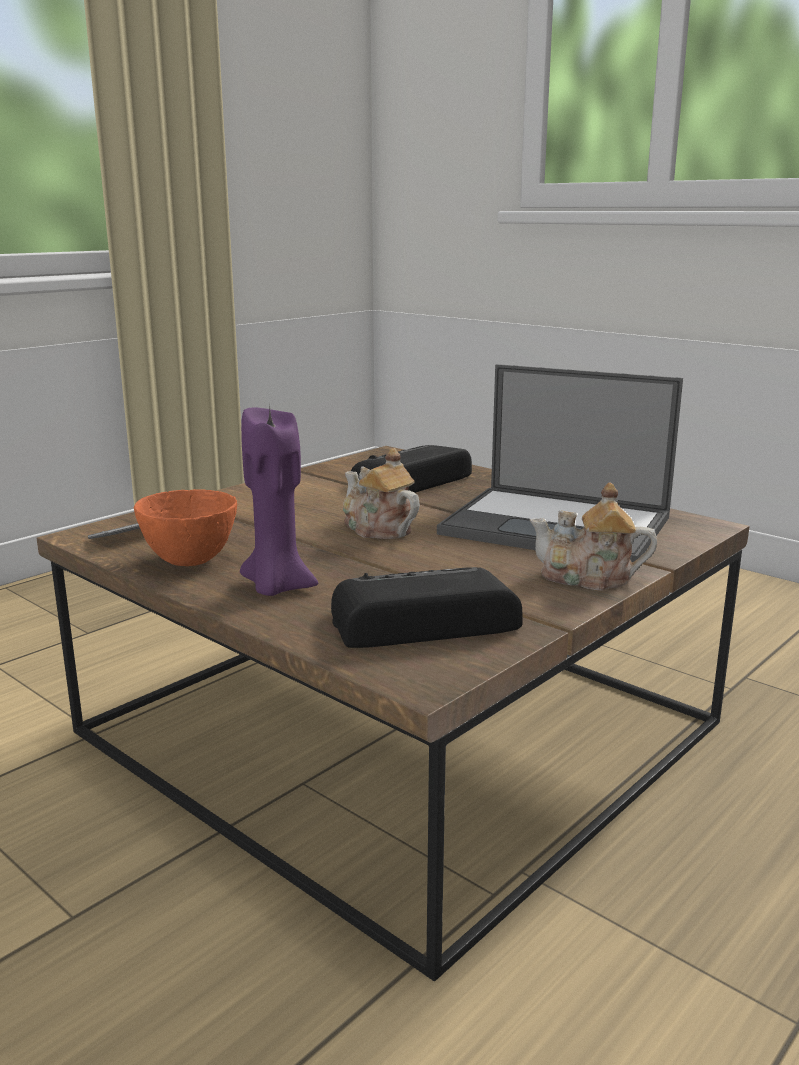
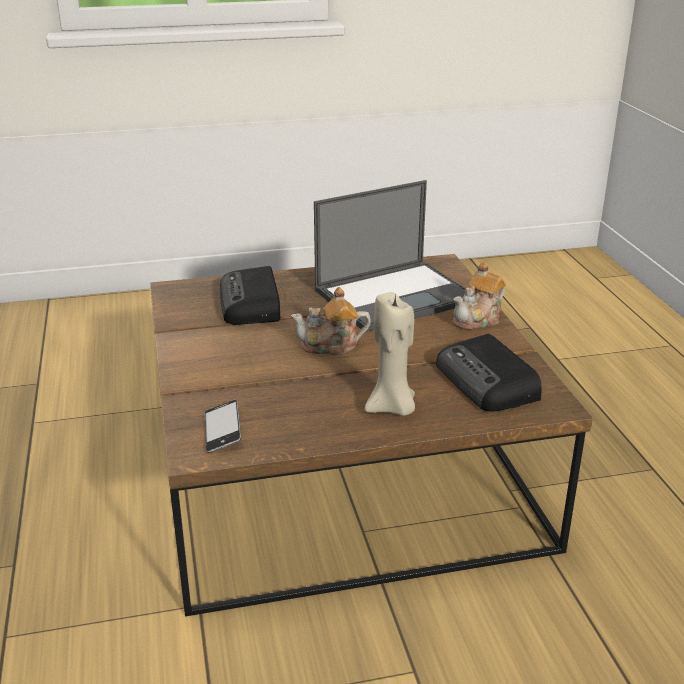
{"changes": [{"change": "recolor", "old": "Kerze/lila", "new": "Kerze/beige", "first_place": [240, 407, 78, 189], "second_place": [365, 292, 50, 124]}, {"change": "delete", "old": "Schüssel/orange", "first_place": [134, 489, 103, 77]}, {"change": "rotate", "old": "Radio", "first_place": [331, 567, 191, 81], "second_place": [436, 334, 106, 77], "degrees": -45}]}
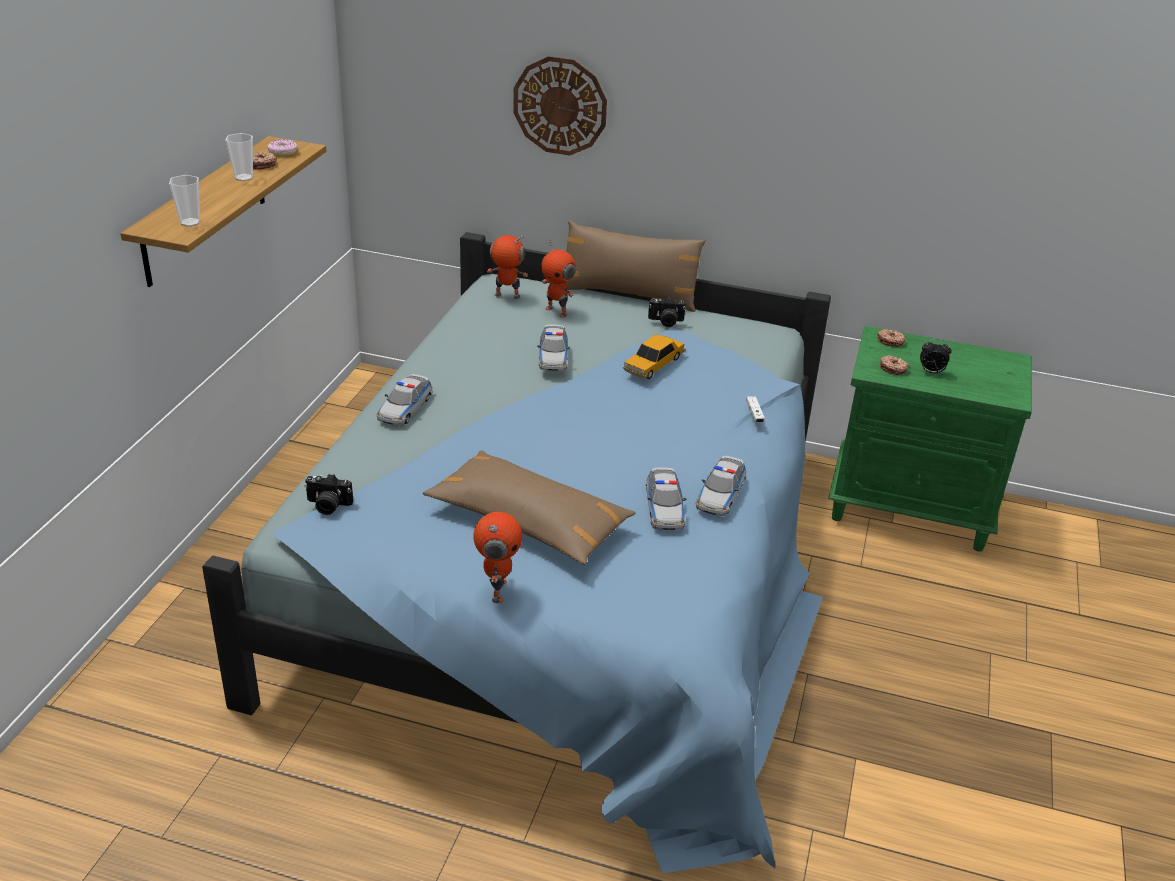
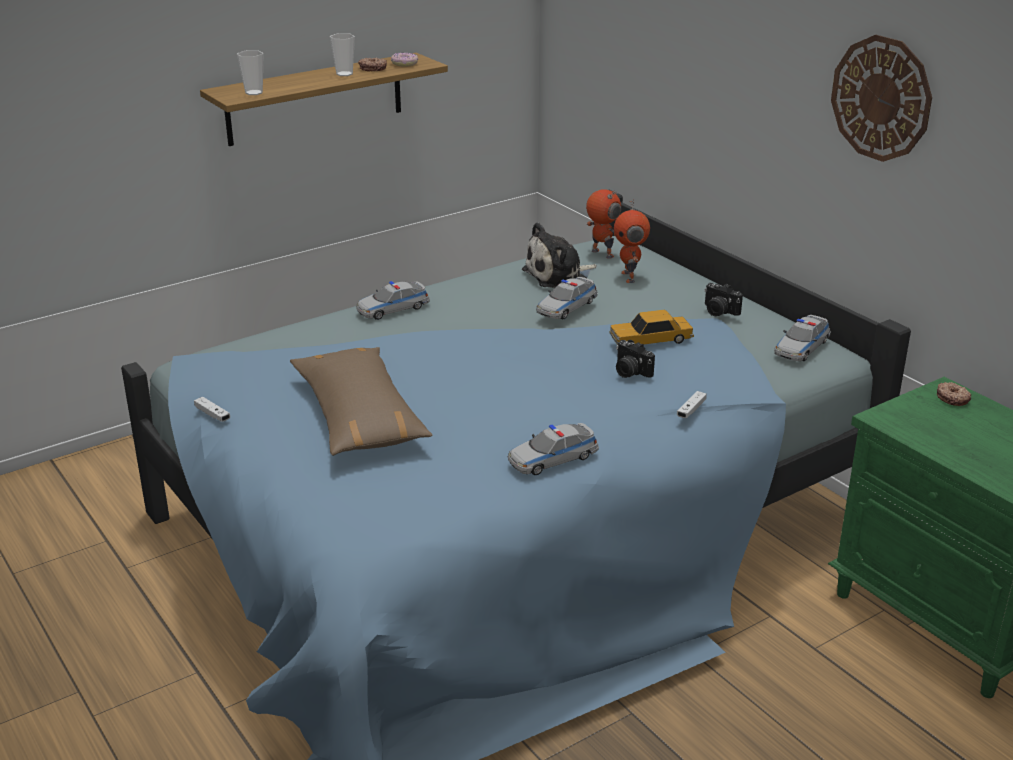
{"changes": [{"change": "move", "old": "Wanduhr", "first_place": [513, 56, 94, 100], "second_place": [831, 35, 101, 127]}, {"change": "delete", "old": "Kissen/braun", "first_place": [565, 220, 141, 92]}, {"change": "delete", "old": "Wecker", "first_place": [920, 339, 31, 36]}, {"change": "delete", "old": "Donut", "first_place": [880, 355, 29, 20]}, {"change": "move", "old": "Spielzeugauto", "first_place": [646, 467, 40, 63], "second_place": [774, 315, 57, 46]}, {"change": "move", "old": "Kamera", "first_place": [304, 474, 49, 41], "second_place": [616, 340, 39, 38]}, {"change": "delete", "old": "Spielzeugroboter", "first_place": [473, 512, 49, 91]}, {"change": "insert", "new": "Plüschtier", "second_place": [522, 222, 75, 66]}, {"change": "insert", "new": "Gamepad/weiß", "second_place": [194, 397, 36, 25]}]}
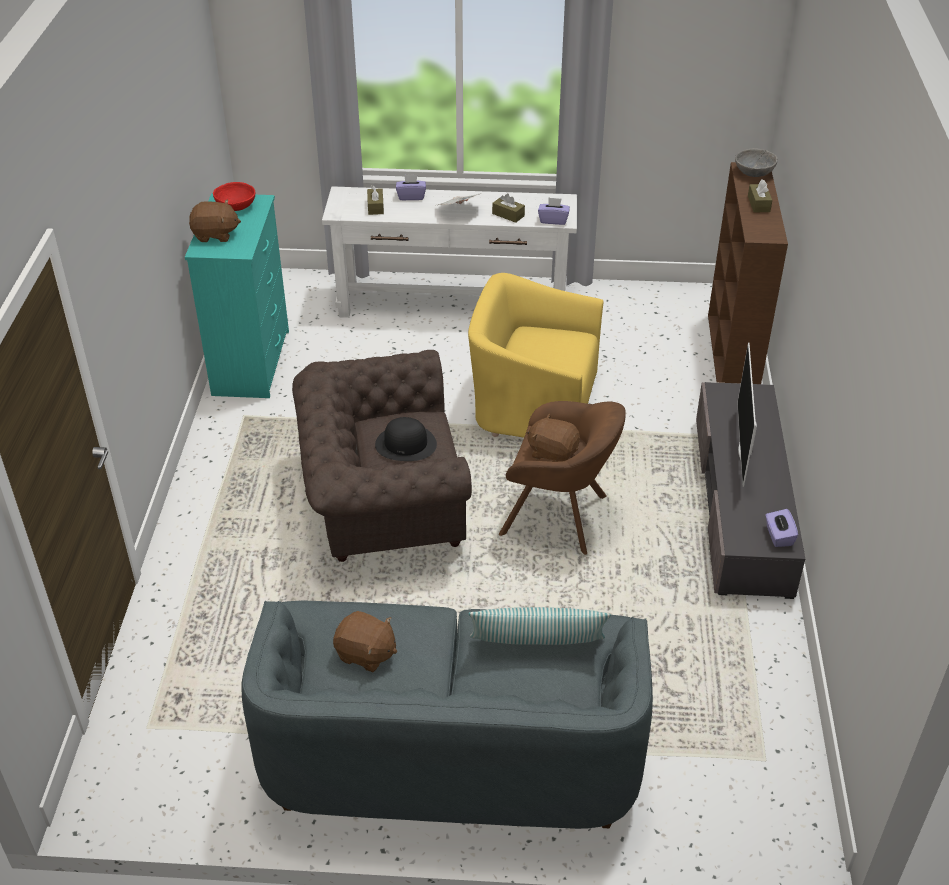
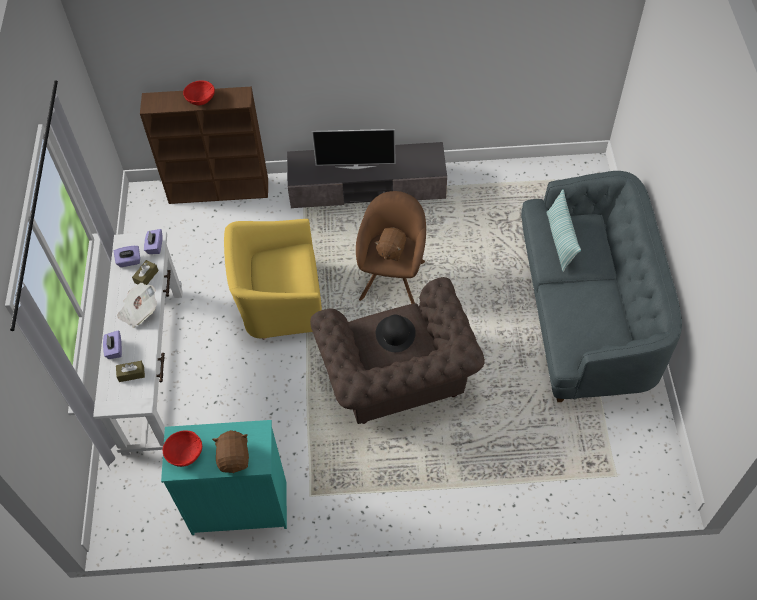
{"changes": [{"change": "delete", "old": "Schüssel/grau", "first_place": [735, 148, 42, 29]}, {"change": "replace", "old": "Taschentuchbox/braun", "new": "Schüssel/rot", "first_place": [748, 179, 24, 33], "second_place": [183, 81, 32, 24]}, {"change": "rotate", "old": "Sessel/gelb", "first_place": [468, 273, 135, 165], "second_place": [224, 219, 98, 121], "degrees": 75}, {"change": "move", "old": "Taschentuchbox/lila", "first_place": [766, 509, 32, 38], "second_place": [114, 246, 26, 21]}, {"change": "delete", "old": "Plüschtier/braun", "first_place": [333, 611, 64, 61]}]}
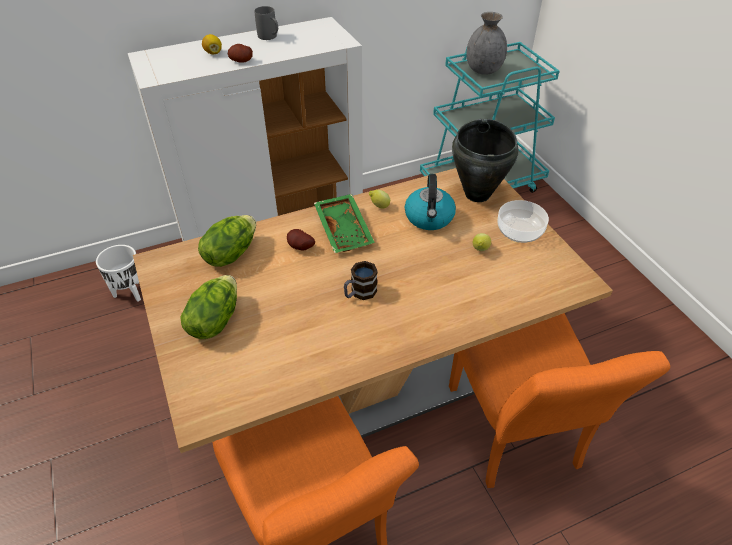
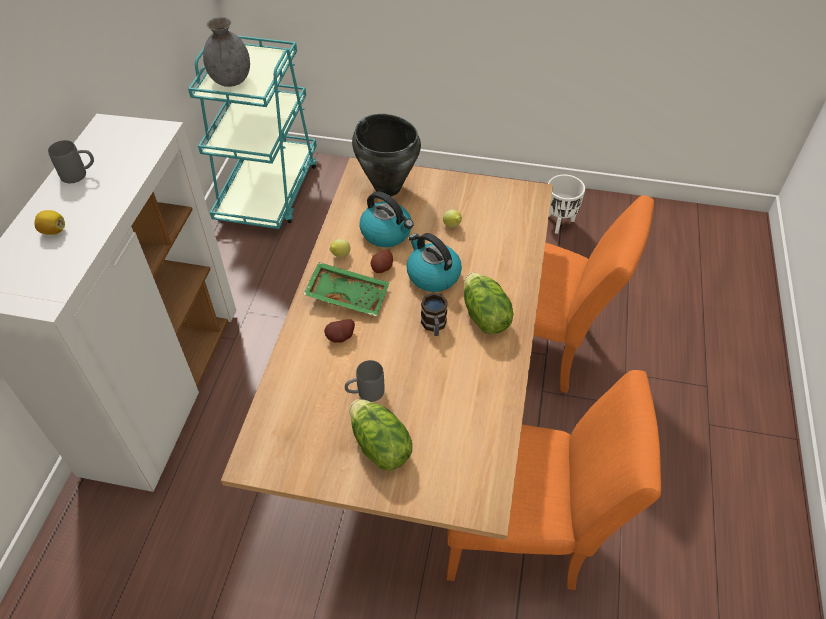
{"changes": [{"change": "move", "old": "Kartoffel", "first_place": [228, 44, 25, 19], "second_place": [371, 250, 22, 23]}, {"change": "delete", "old": "Schüssel", "first_place": [497, 200, 52, 43]}, {"change": "move", "old": "Salatkopf", "first_place": [198, 215, 58, 52], "second_place": [464, 273, 49, 61]}, {"change": "move", "old": "Pflanzkübel/weiß", "first_place": [96, 245, 45, 57], "second_place": [548, 175, 37, 59]}, {"change": "insert", "new": "Wasserkessel", "second_place": [406, 233, 56, 59]}, {"change": "insert", "new": "Henkelbecher/grau", "second_place": [345, 360, 39, 42]}]}
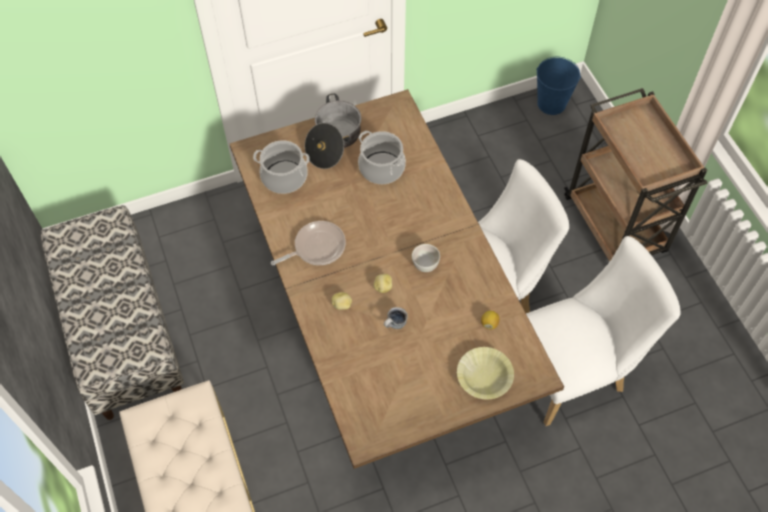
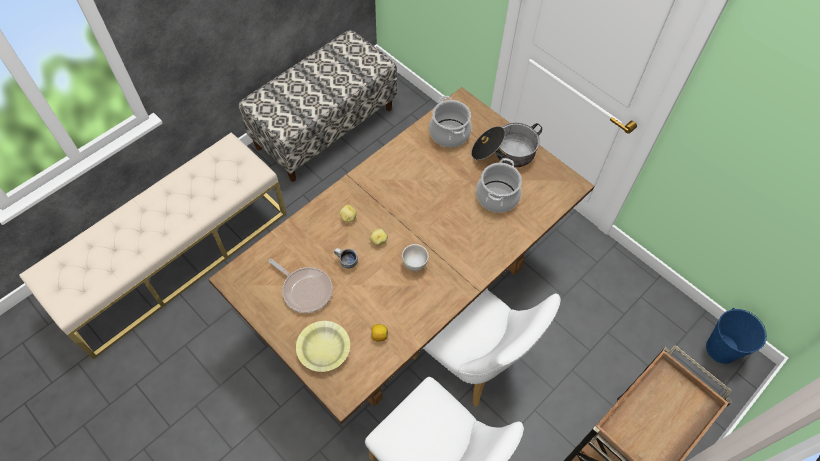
{"changes": [{"change": "move", "old": "Pfanne", "first_place": [271, 221, 75, 44], "second_place": [268, 259, 65, 54]}]}
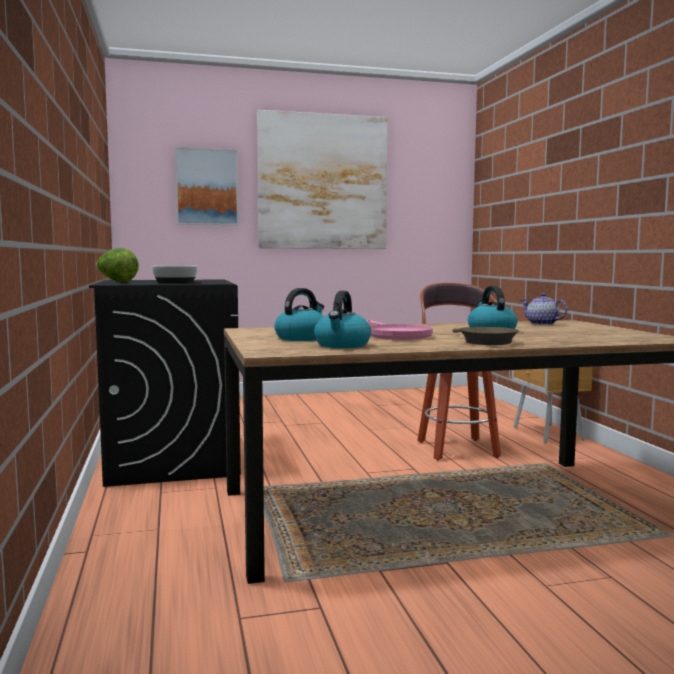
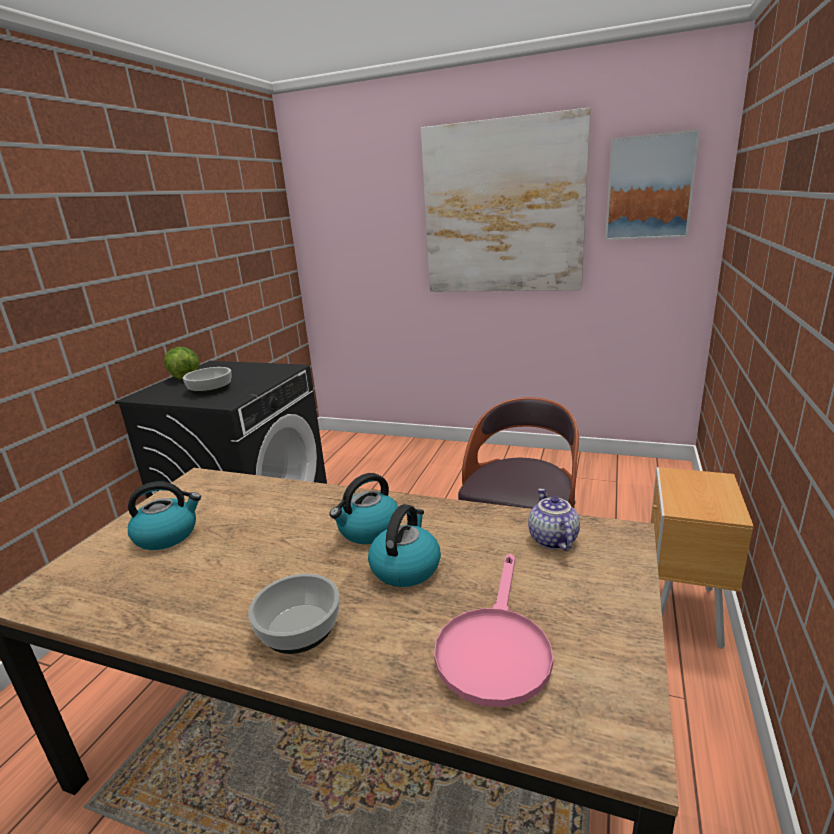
{"changes": [{"change": "move", "old": "Bild", "first_place": [175, 147, 64, 78], "second_place": [605, 130, 95, 110]}, {"change": "move", "old": "Wasserkessel", "first_place": [314, 291, 57, 57], "second_place": [330, 473, 69, 71]}, {"change": "move", "old": "Pfanne/rosa", "first_place": [366, 320, 67, 20], "second_place": [434, 553, 119, 154]}, {"change": "replace", "old": "Pfanne/braun", "new": "Schüssel", "first_place": [453, 327, 66, 18], "second_place": [248, 574, 92, 80]}]}
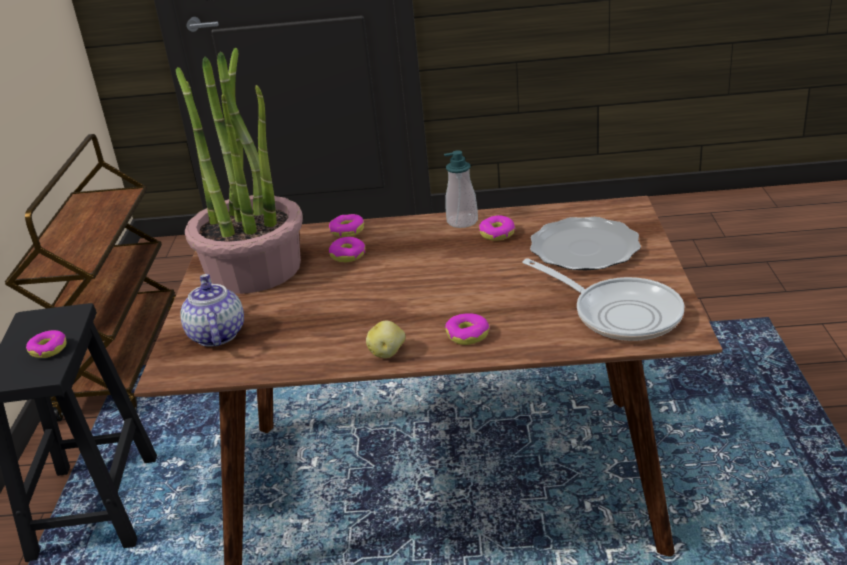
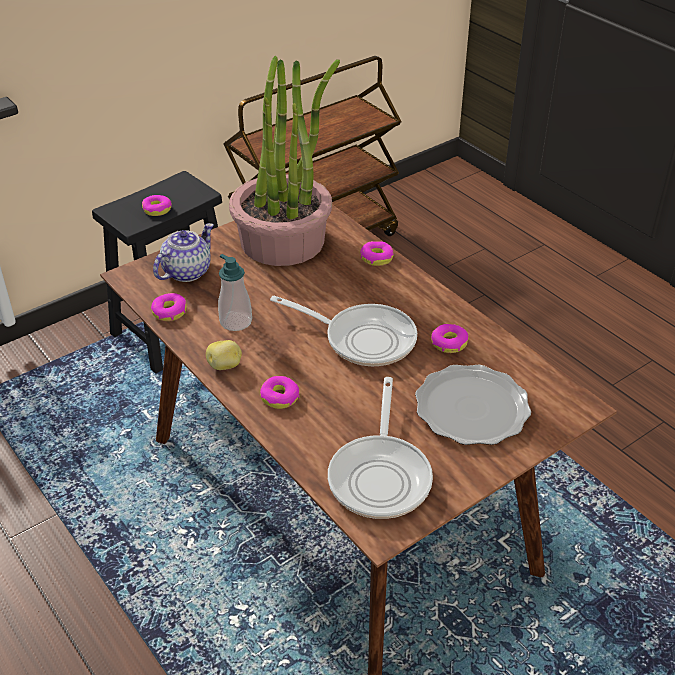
{"changes": [{"change": "move", "old": "Seifenspender", "first_place": [444, 150, 34, 78], "second_place": [218, 254, 34, 77]}, {"change": "move", "old": "Donut", "first_place": [329, 237, 36, 25], "second_place": [151, 293, 35, 28]}, {"change": "insert", "new": "Pfanne", "second_place": [270, 296, 147, 70]}]}
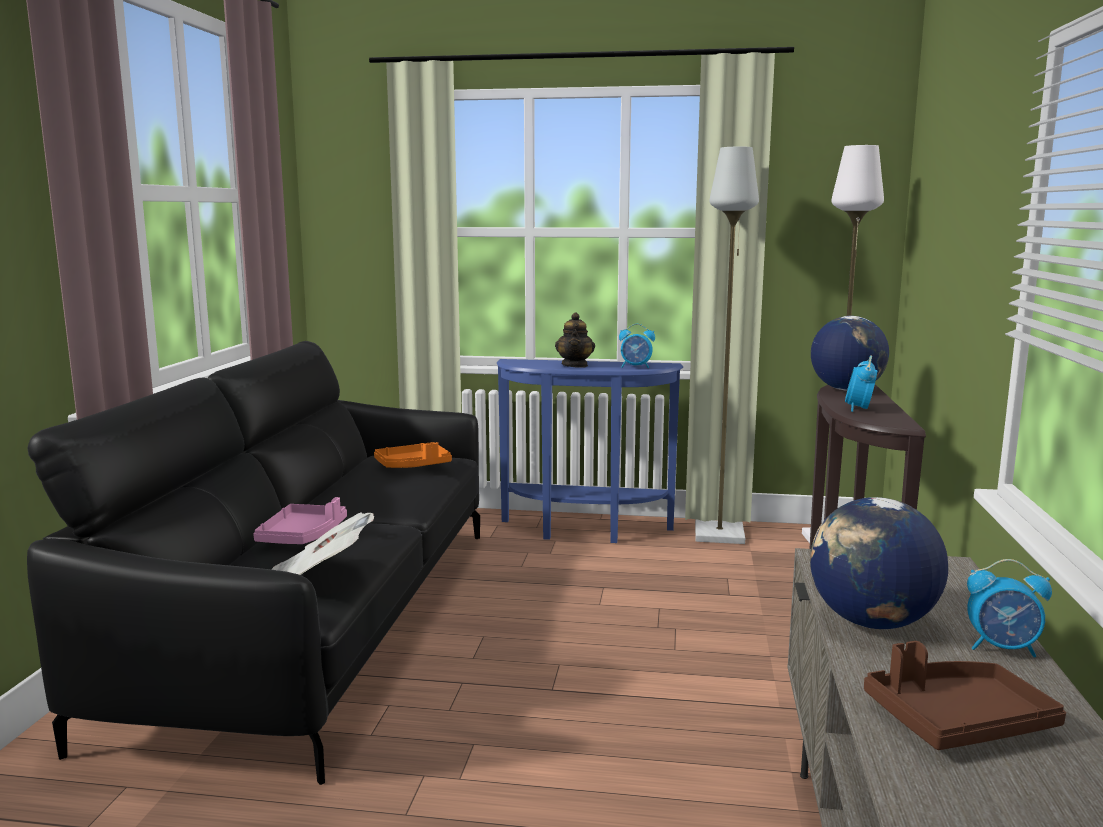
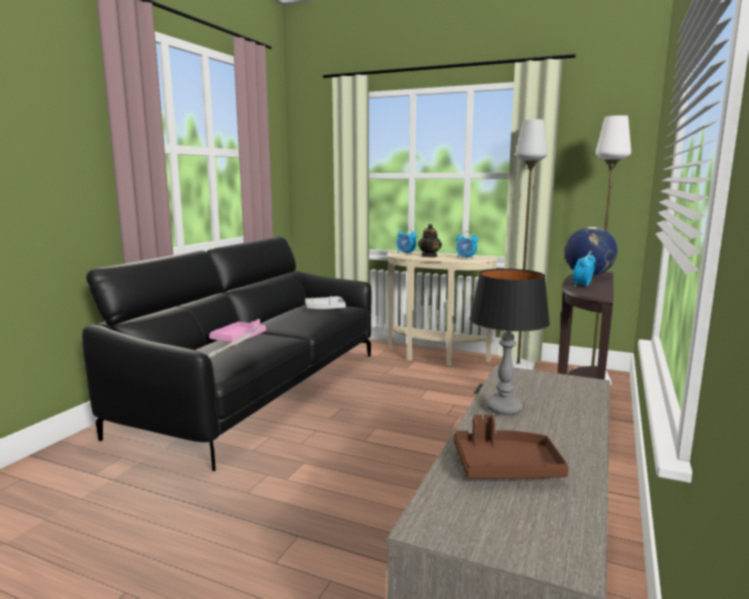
{"changes": [{"change": "recolor", "old": "Konsolentisch/blau", "new": "Konsolentisch/beige", "first_place": [497, 359, 186, 184], "second_place": [387, 251, 112, 115]}, {"change": "recolor", "old": "Tablett/orange", "new": "Tablett/grau", "first_place": [374, 442, 78, 26], "second_place": [305, 296, 41, 14]}, {"change": "replace", "old": "Globus", "new": "Tischlampe", "first_place": [810, 497, 138, 132], "second_place": [470, 269, 80, 146]}, {"change": "move", "old": "Wecker", "first_place": [967, 559, 85, 99], "second_place": [396, 228, 21, 26]}]}
